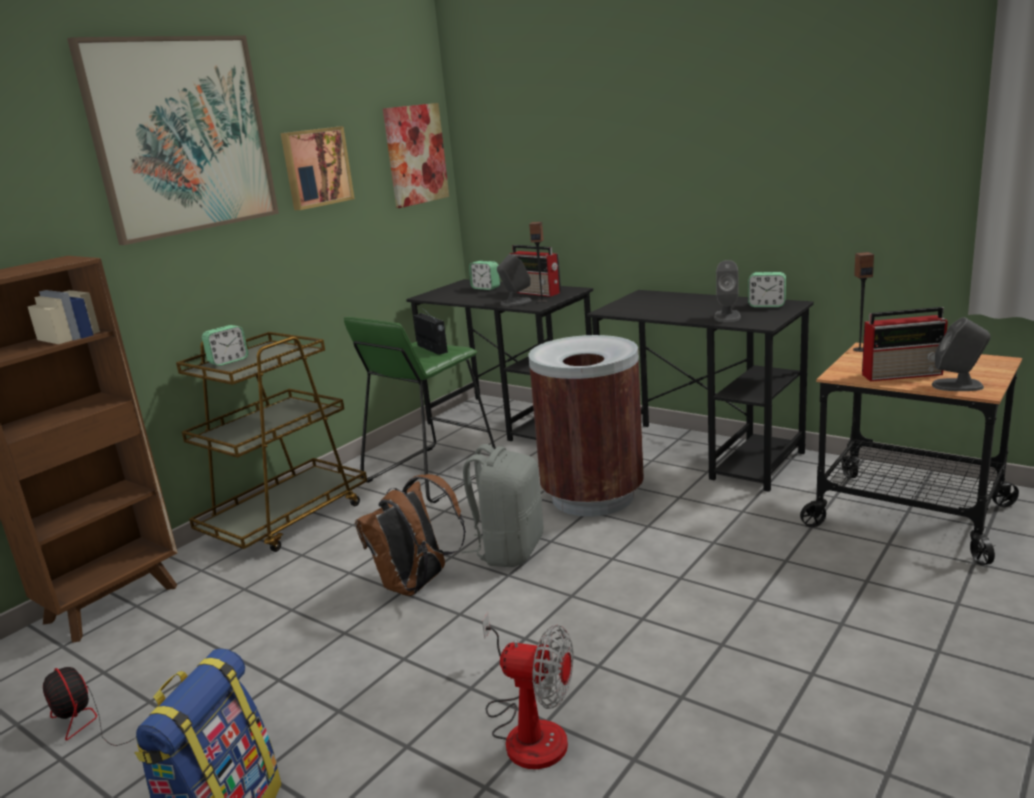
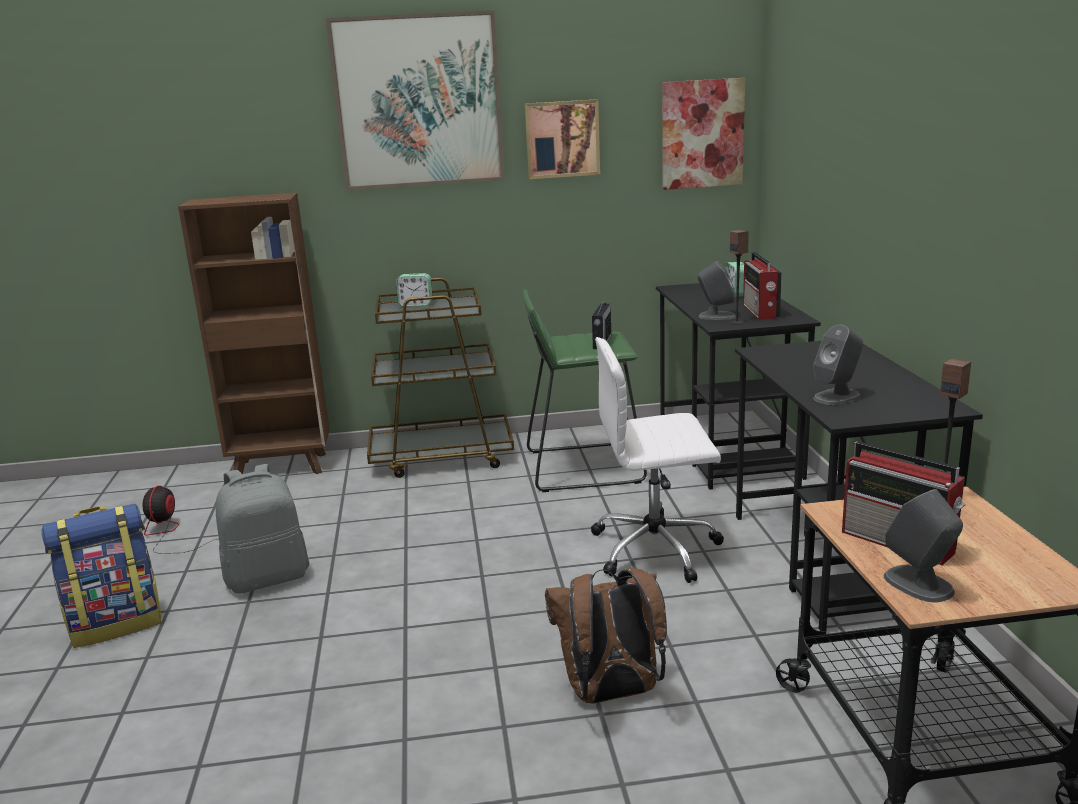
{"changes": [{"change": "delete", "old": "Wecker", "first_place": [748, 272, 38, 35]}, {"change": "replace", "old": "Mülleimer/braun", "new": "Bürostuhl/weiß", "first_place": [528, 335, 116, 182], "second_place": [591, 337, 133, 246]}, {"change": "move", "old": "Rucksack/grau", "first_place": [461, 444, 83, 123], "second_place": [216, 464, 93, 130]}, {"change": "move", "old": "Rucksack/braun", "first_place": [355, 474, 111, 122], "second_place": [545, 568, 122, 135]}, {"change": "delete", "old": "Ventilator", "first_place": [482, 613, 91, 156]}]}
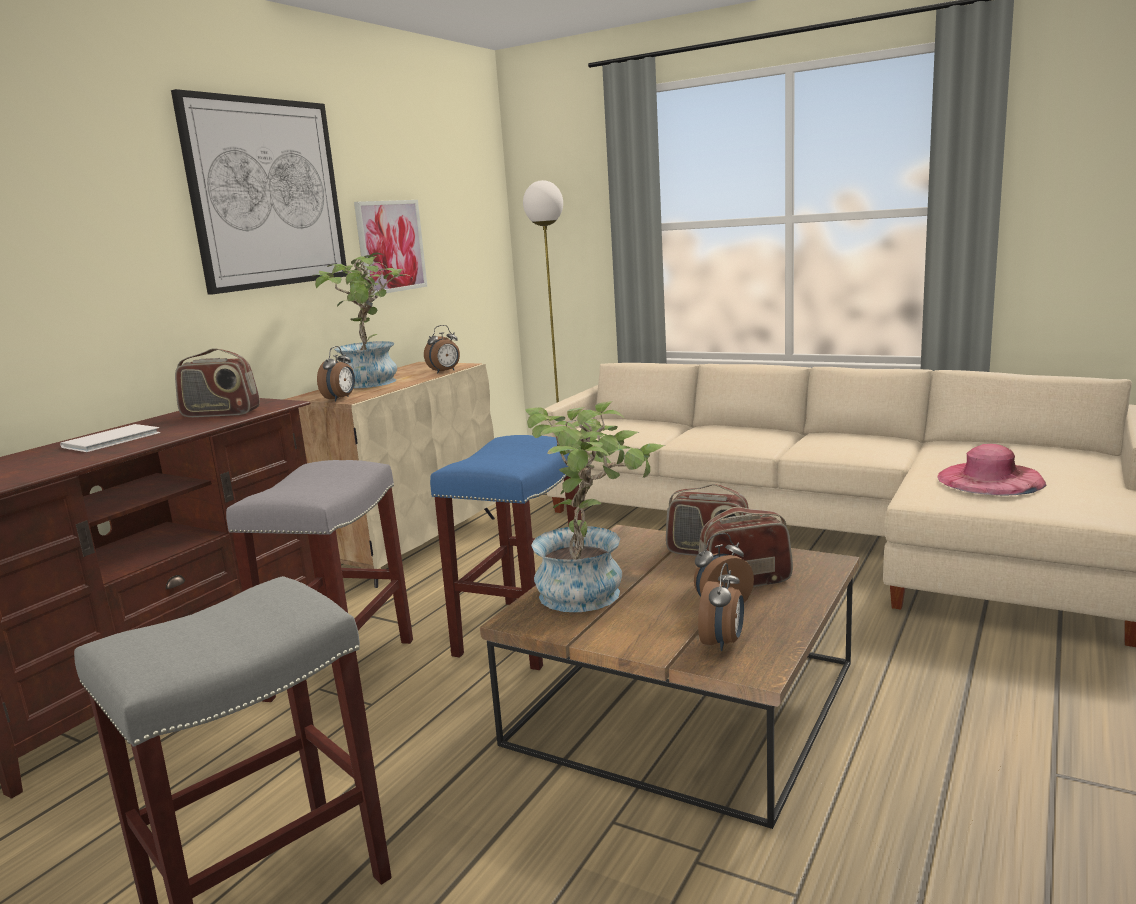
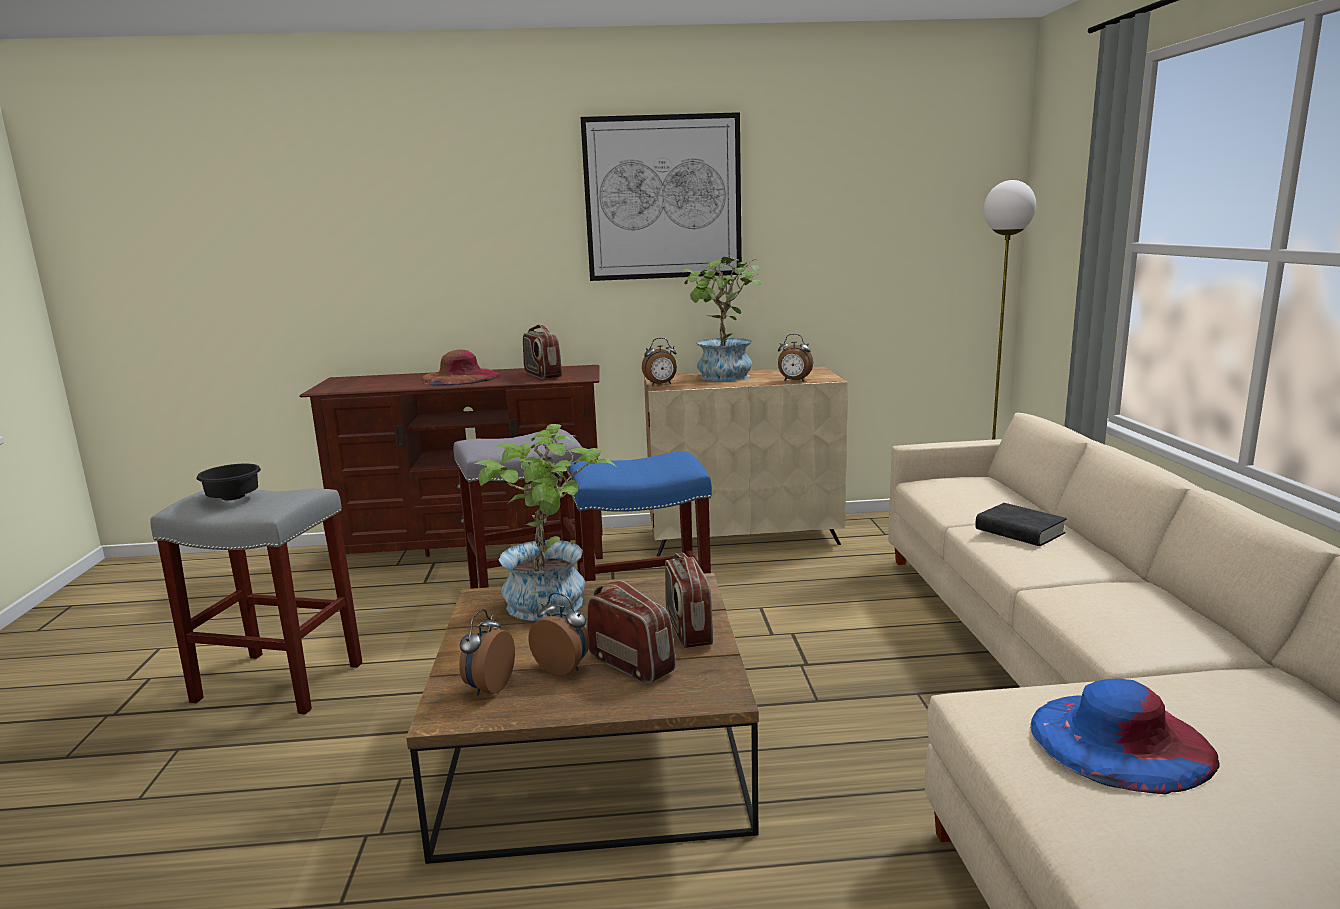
{"changes": [{"change": "delete", "old": "Bild", "first_place": [354, 200, 73, 95]}, {"change": "replace", "old": "Buch/weiß", "new": "Hut/braun", "first_place": [60, 424, 100, 28], "second_place": [421, 350, 79, 35]}, {"change": "recolor", "old": "Hut/rosa", "new": "Hut/blau", "first_place": [937, 444, 110, 51], "second_place": [1030, 678, 189, 116]}, {"change": "rotate", "old": "Wecker", "first_place": [698, 563, 46, 88], "second_place": [459, 609, 56, 87], "degrees": 120}, {"change": "insert", "new": "Schüssel/schwarz", "second_place": [196, 464, 65, 36]}, {"change": "insert", "new": "Buch/schwarz", "second_place": [975, 503, 92, 43]}]}
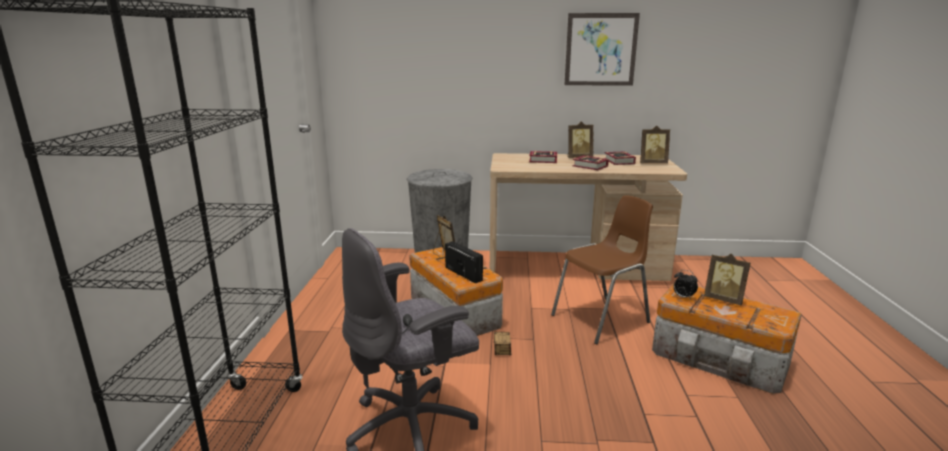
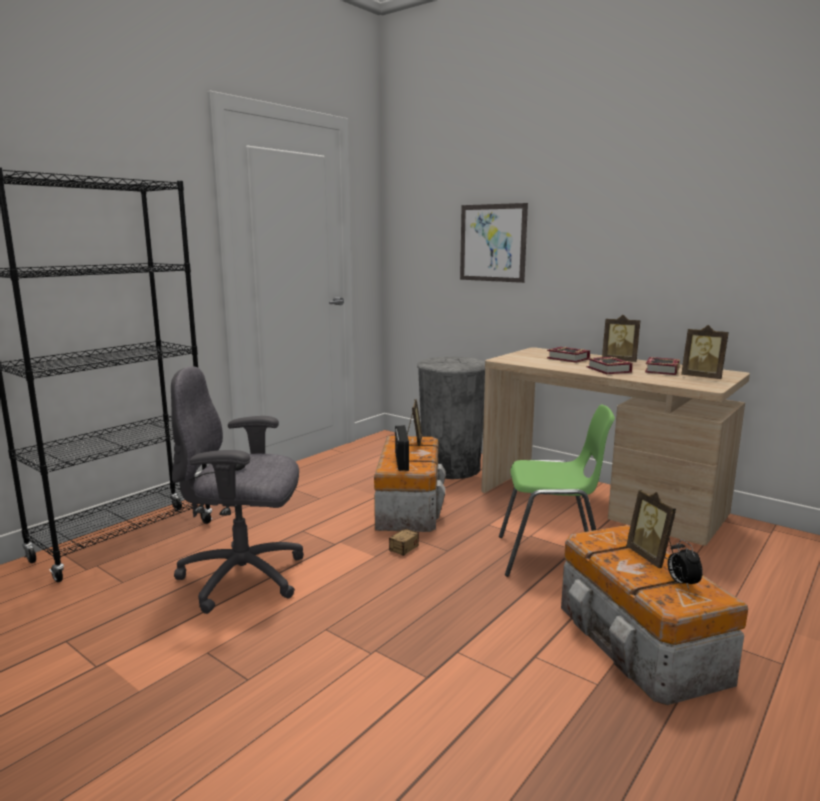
{"changes": [{"change": "move", "old": "Bild", "first_place": [565, 13, 75, 73], "second_place": [460, 203, 68, 80]}, {"change": "recolor", "old": "Stuhl/braun", "new": "Stuhl/grün", "first_place": [551, 195, 102, 149], "second_place": [499, 405, 116, 172]}, {"change": "move", "old": "Wecker", "first_place": [673, 270, 25, 30], "second_place": [668, 540, 35, 50]}]}
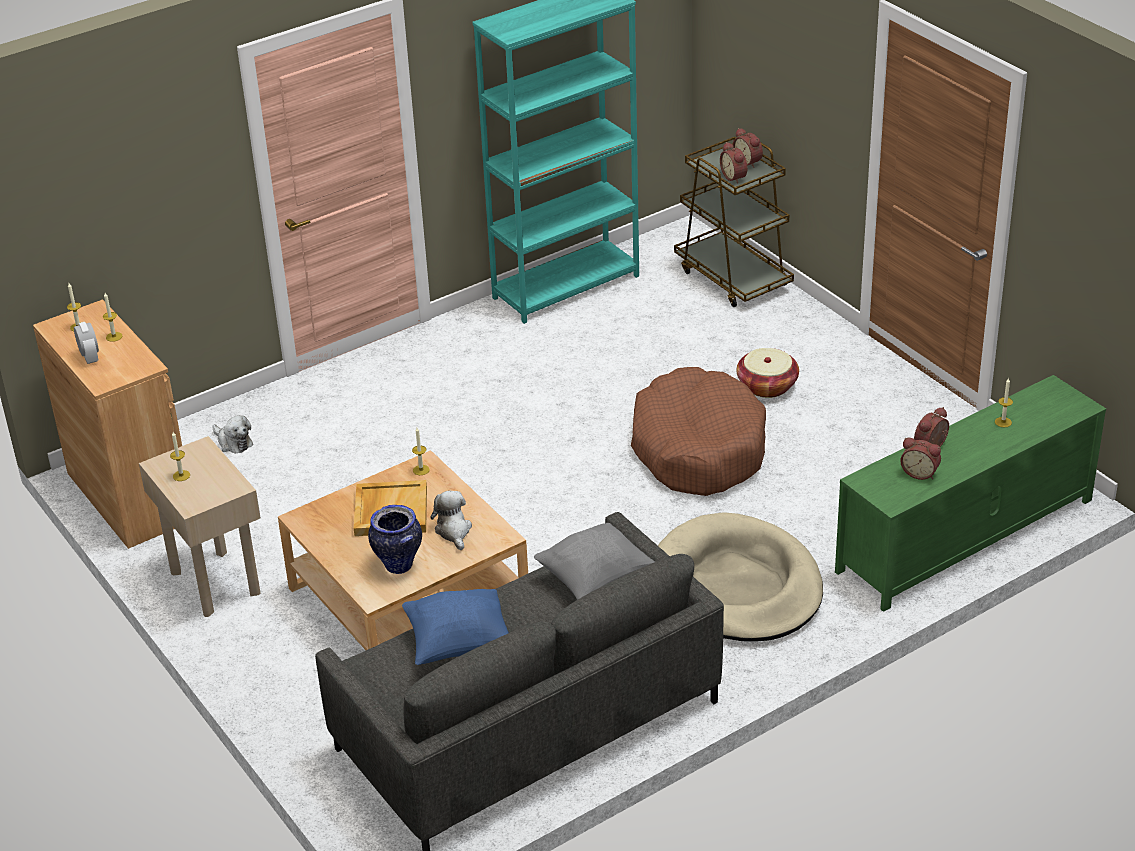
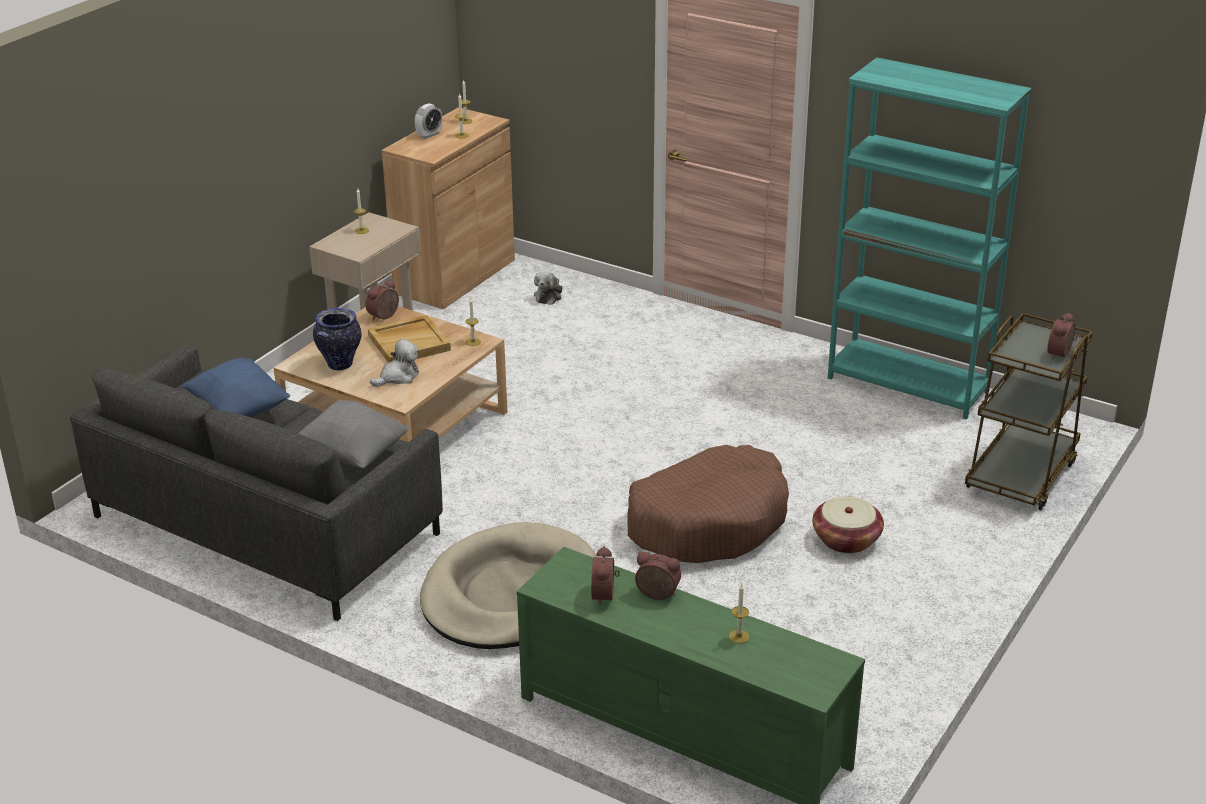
{"changes": [{"change": "move", "old": "Wecker", "first_place": [720, 142, 27, 42], "second_place": [365, 280, 34, 40]}]}
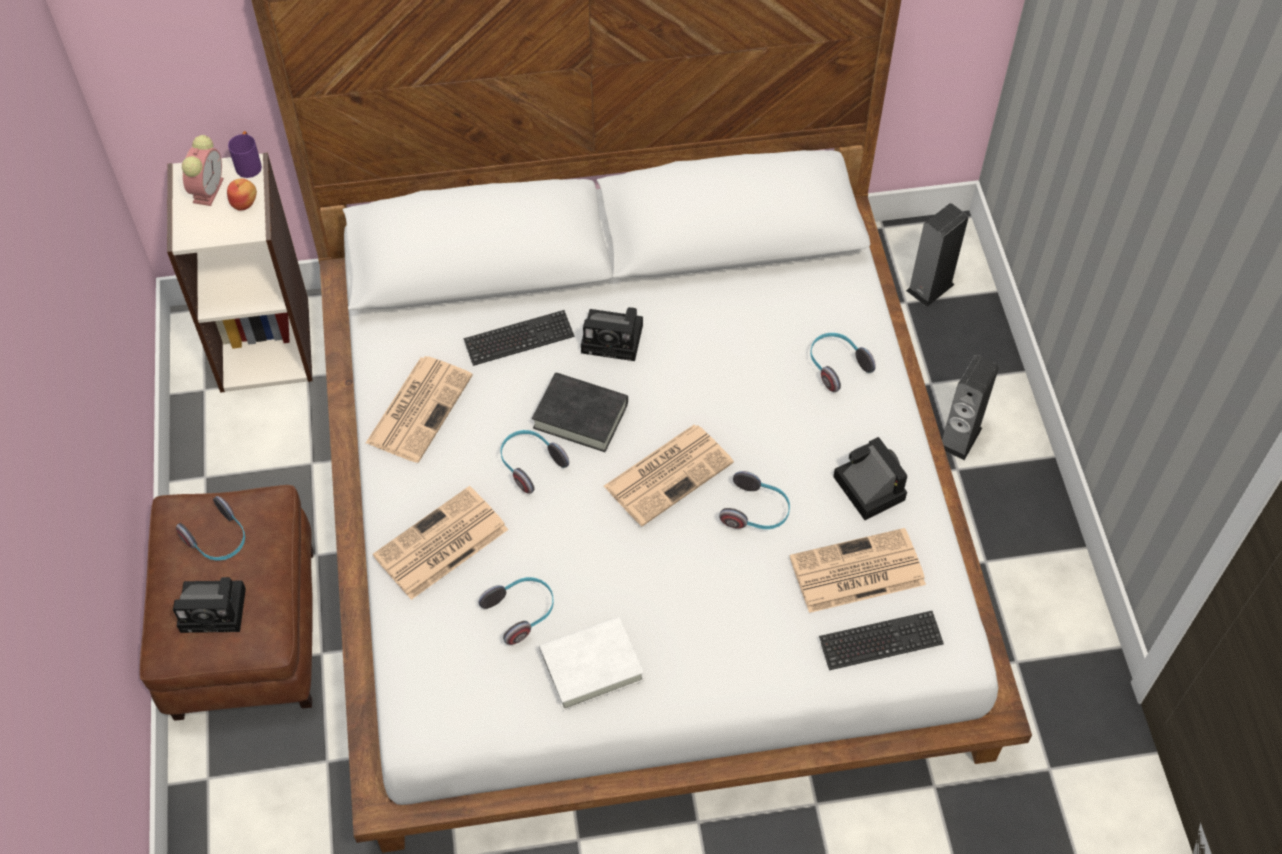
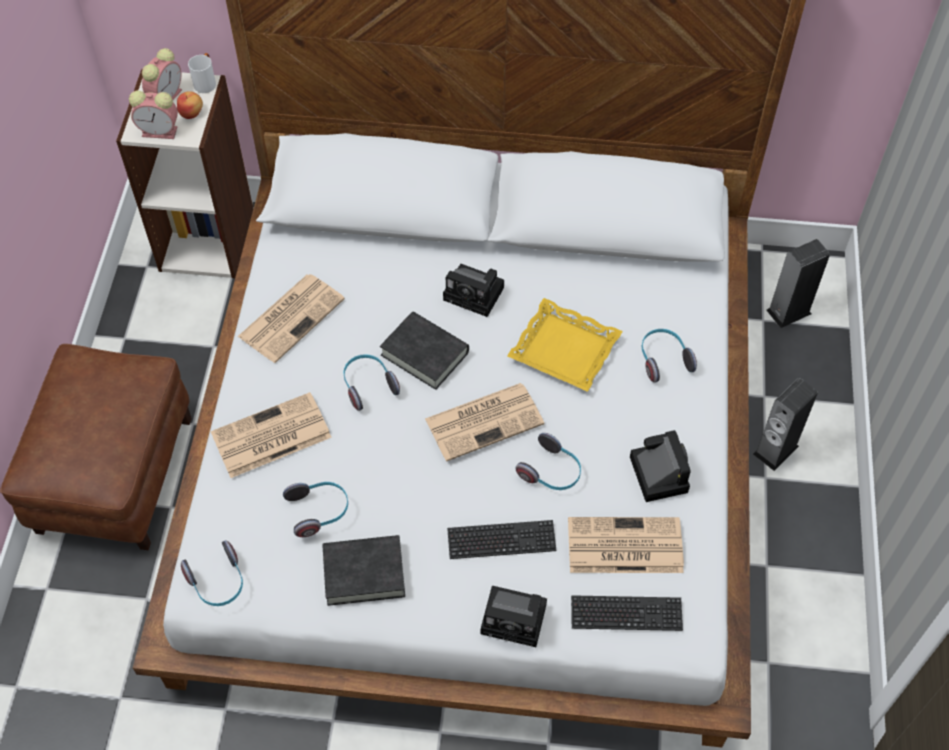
{"changes": [{"change": "recolor", "old": "Henkelbecher/lila", "new": "Henkelbecher/weiß", "first_place": [228, 131, 34, 47], "second_place": [188, 53, 28, 40]}, {"change": "move", "old": "Tastatur", "first_place": [464, 310, 110, 56], "second_place": [447, 520, 109, 39]}, {"change": "move", "old": "Kopfhörer", "first_place": [176, 496, 69, 64], "second_place": [181, 540, 62, 66]}, {"change": "move", "old": "Kamera", "first_place": [173, 577, 73, 56], "second_place": [481, 586, 66, 61]}, {"change": "recolor", "old": "Buch/weiß", "new": "Buch/schwarz", "first_place": [539, 617, 105, 94], "second_place": [322, 535, 83, 71]}, {"change": "insert", "new": "Wecker", "second_place": [129, 90, 49, 49]}, {"change": "insert", "new": "Tablett/gelb", "second_place": [507, 298, 116, 94]}]}
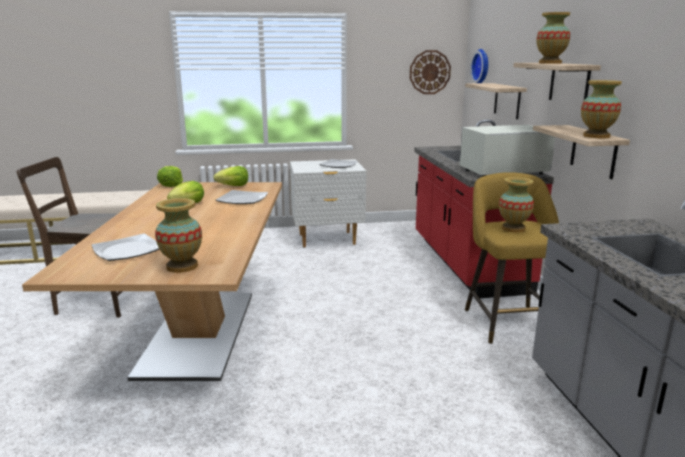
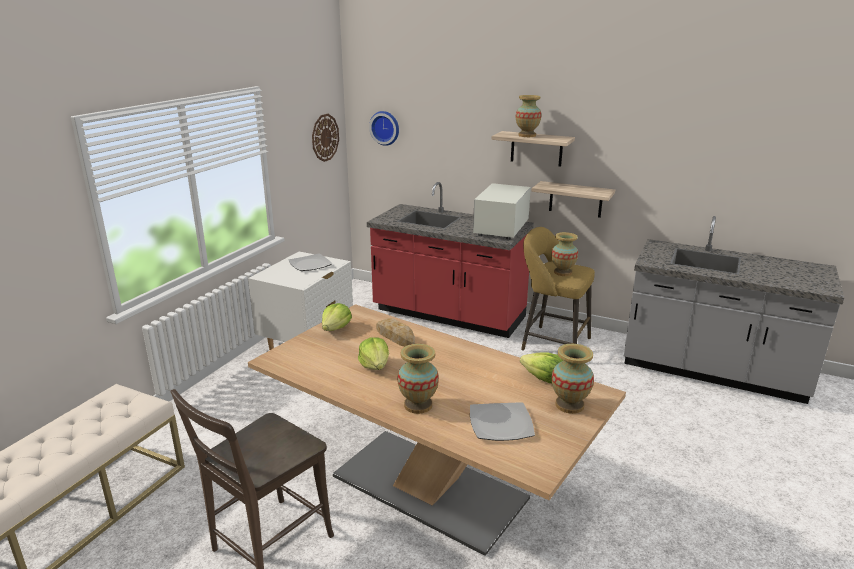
{"changes": [{"change": "move", "old": "Vase", "first_place": [581, 80, 41, 58], "second_place": [397, 344, 42, 70]}, {"change": "delete", "old": "Wandregal", "first_place": [465, 83, 62, 36]}, {"change": "move", "old": "Salatkopf", "first_place": [157, 166, 26, 21], "second_place": [520, 352, 44, 31]}, {"change": "replace", "old": "Teller", "new": "Brot", "first_place": [216, 190, 52, 14], "second_place": [376, 318, 39, 29]}]}
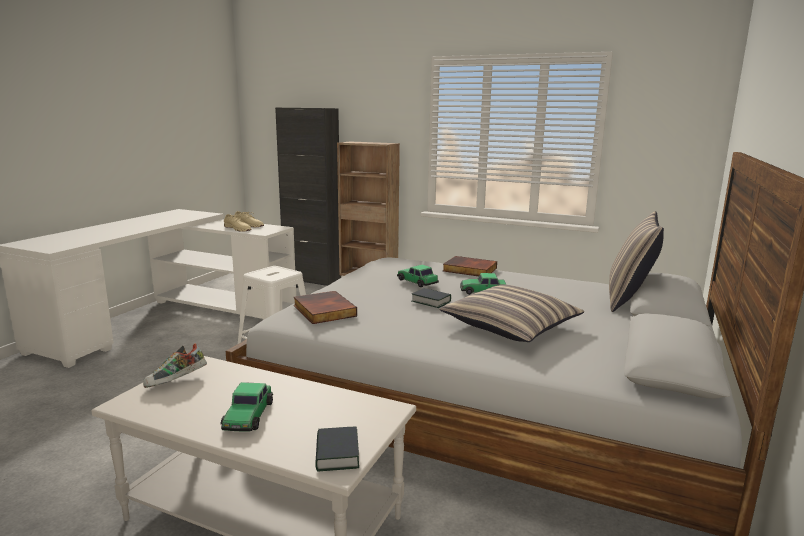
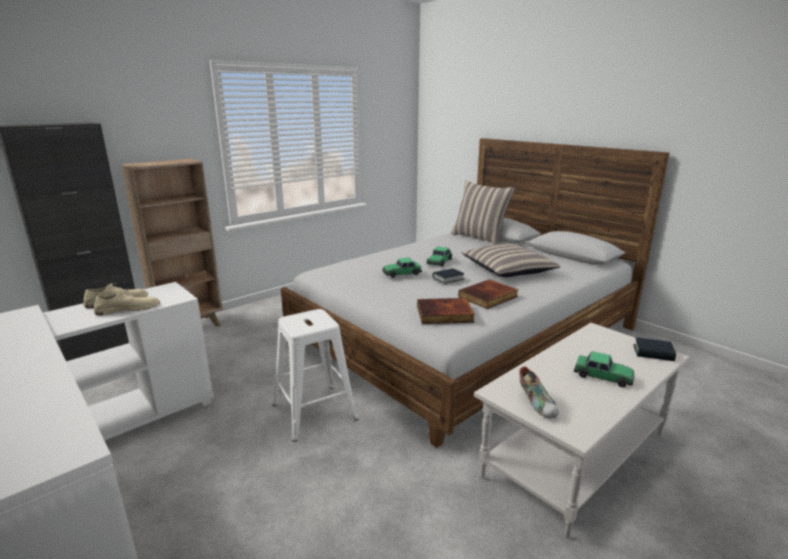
{"changes": [{"change": "move", "old": "Buch", "first_place": [443, 256, 54, 20], "second_place": [458, 279, 60, 30]}]}
